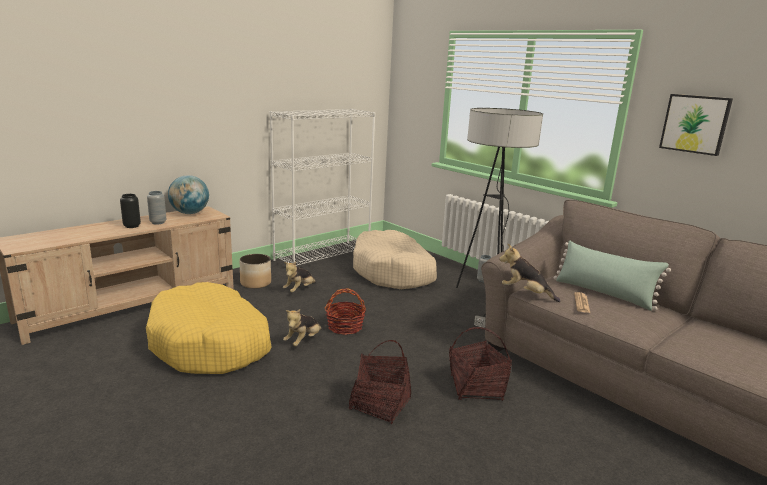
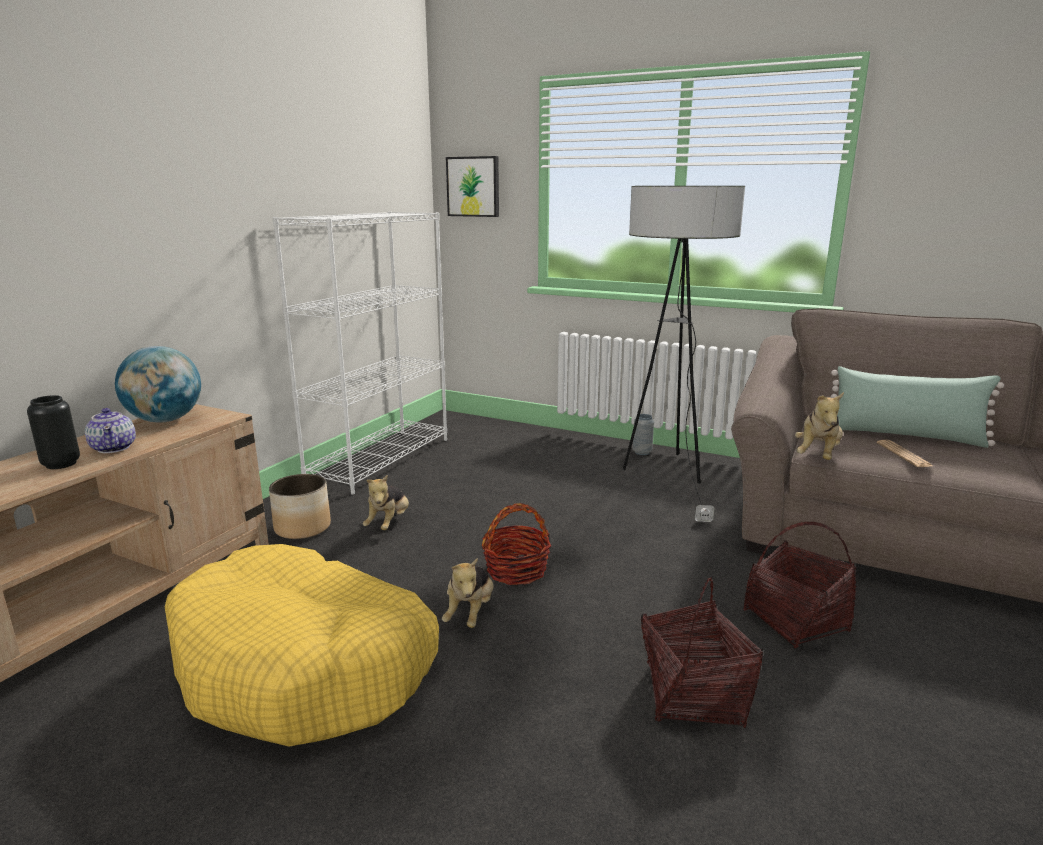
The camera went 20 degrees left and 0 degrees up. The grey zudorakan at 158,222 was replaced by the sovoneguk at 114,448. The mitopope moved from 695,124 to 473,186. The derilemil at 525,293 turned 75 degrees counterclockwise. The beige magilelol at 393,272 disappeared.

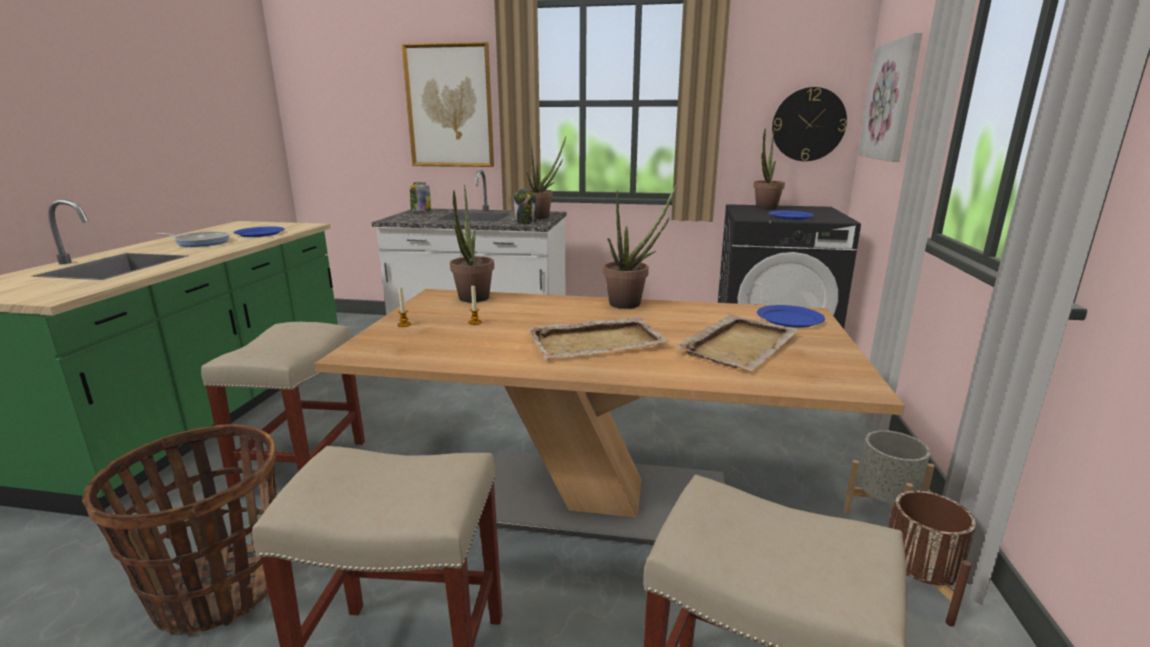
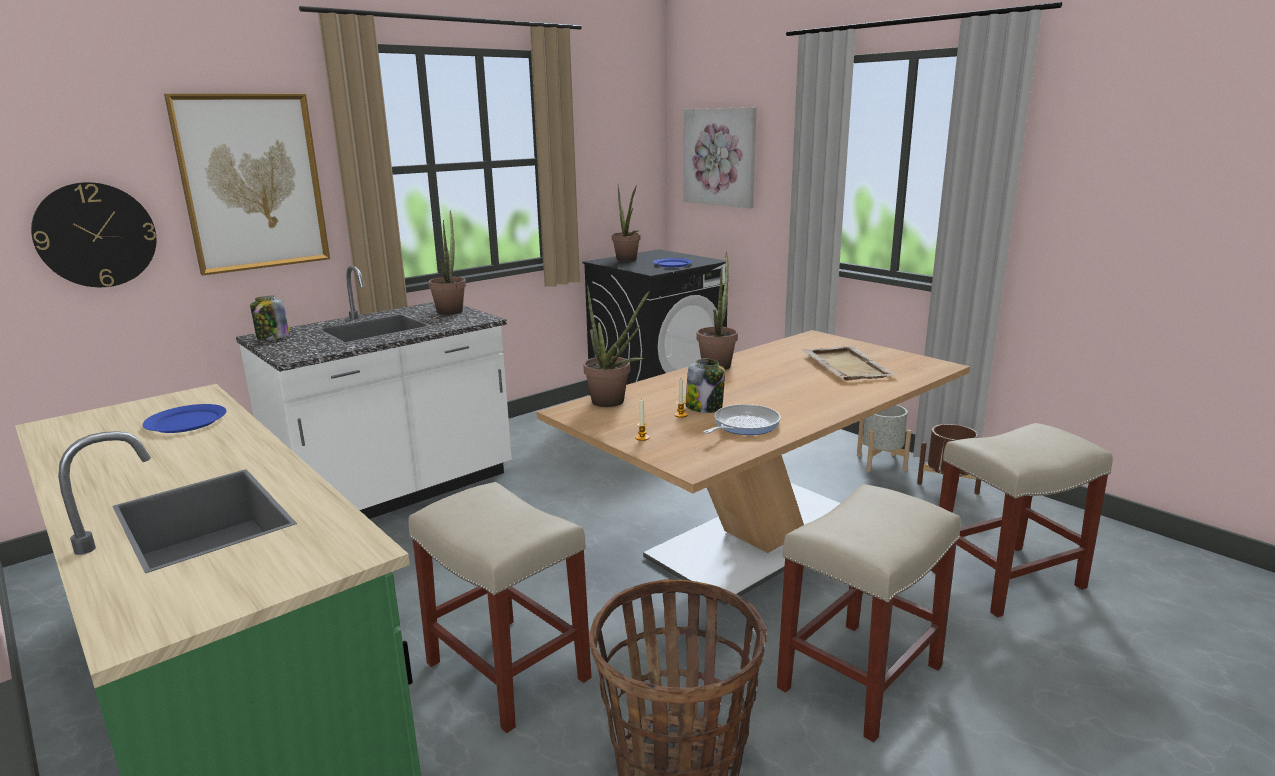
The camera went 50 degrees left and 0 degrees up. The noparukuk moved from 808,124 to 96,235. The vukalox moved from 526,222 to 705,407. The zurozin moved from 200,242 to 743,425. The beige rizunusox at 597,342 disappeared. The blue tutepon at 789,319 disappeared.

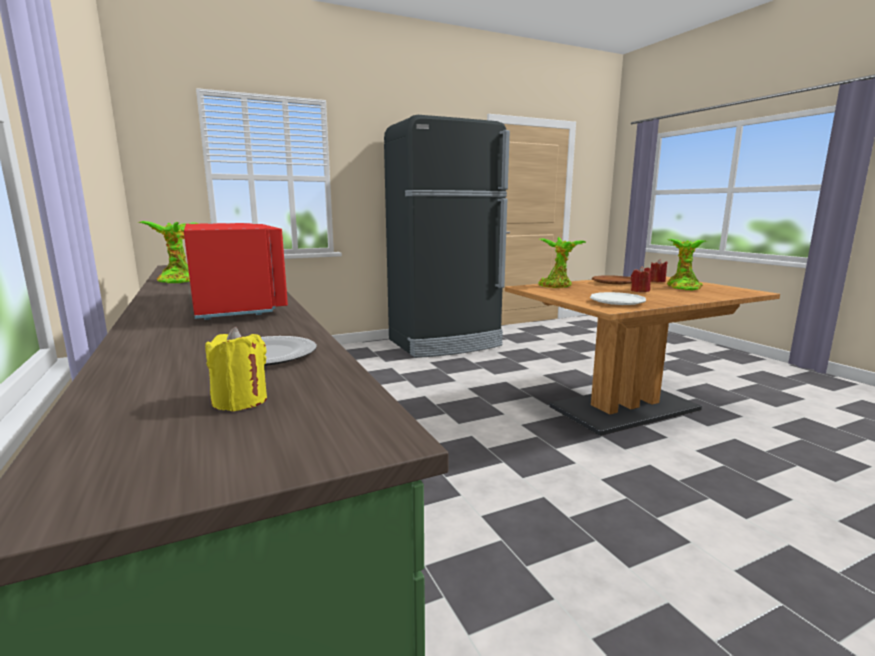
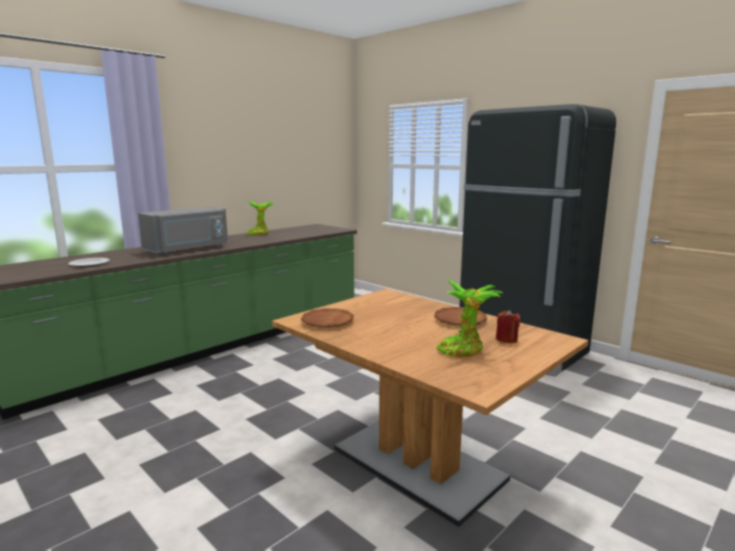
The camera went 70 degrees right and 0 degrees up. The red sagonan at 238,305 became the grey sagonan at 188,249. The white tutepon at 617,302 became the brown tutepon at 327,322. The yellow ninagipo at 240,401 disappeared. The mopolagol at 557,286 disappeared. The red ninagipo at 640,291 disappeared.

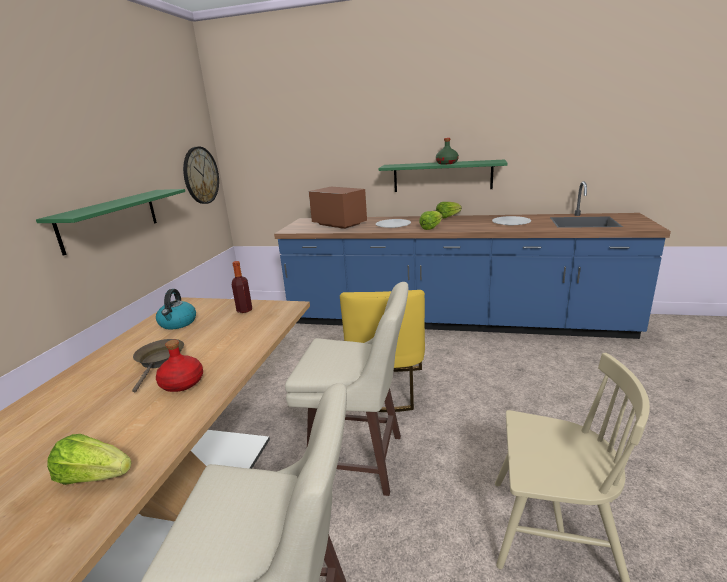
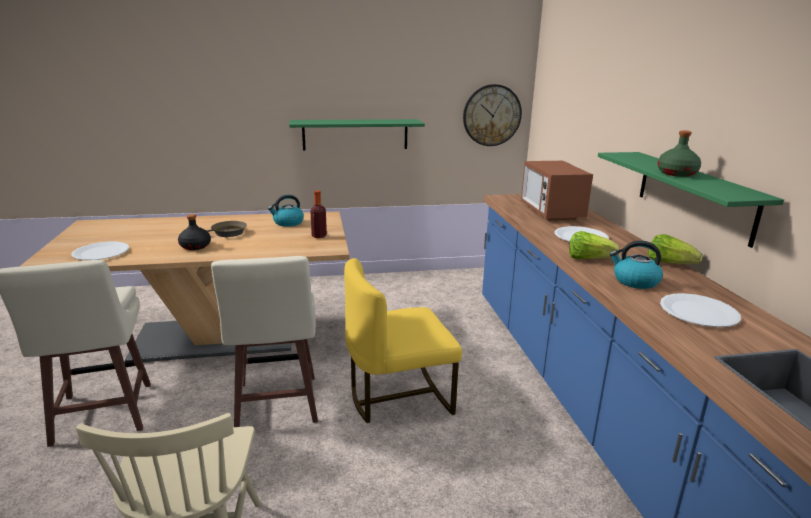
The camera went 65 degrees right and 0 degrees up. The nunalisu at 94,476 was replaced by the white tutepon at 101,252. The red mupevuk at 182,383 became the black mupevuk at 195,246. The sagonan at 339,224 turned 150 degrees clockwise. The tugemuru at 635,281 appeared.

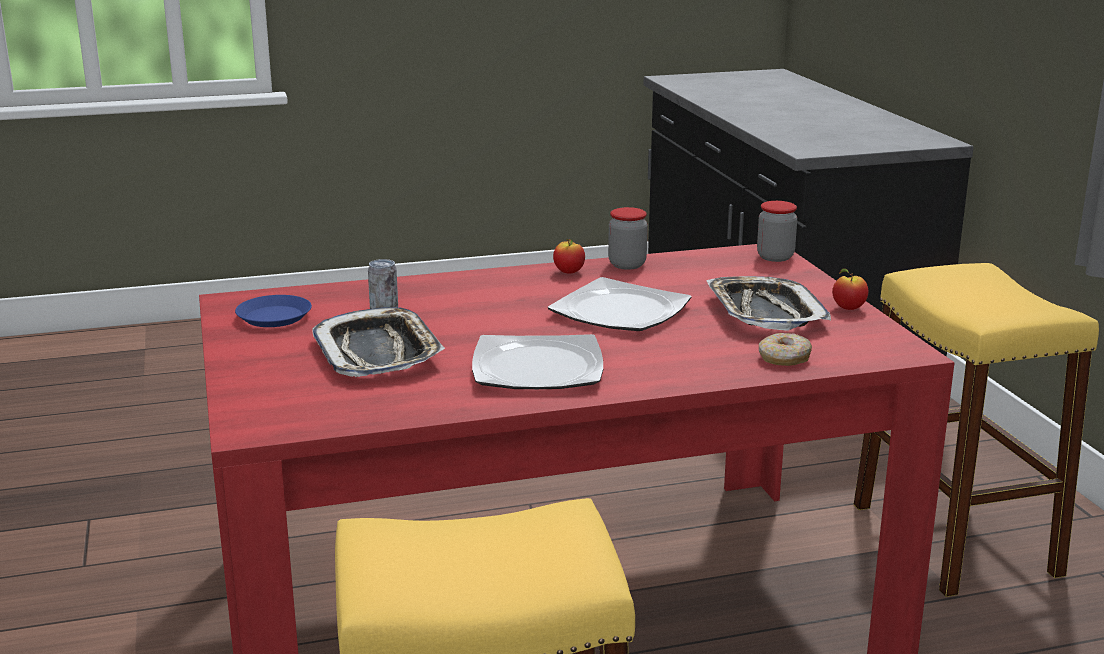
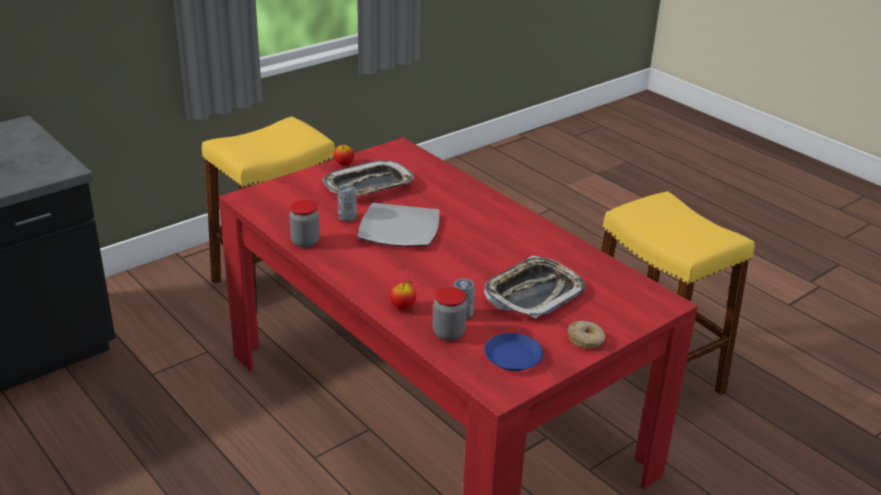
The camera went 115 degrees left and 10 degrees up. The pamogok at 347,217 appeared. The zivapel moved from 569,272 to 403,307. The vukalox moved from 775,257 to 448,333. The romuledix moved from 784,358 to 586,340. The tutepon at 536,368 disappeared.

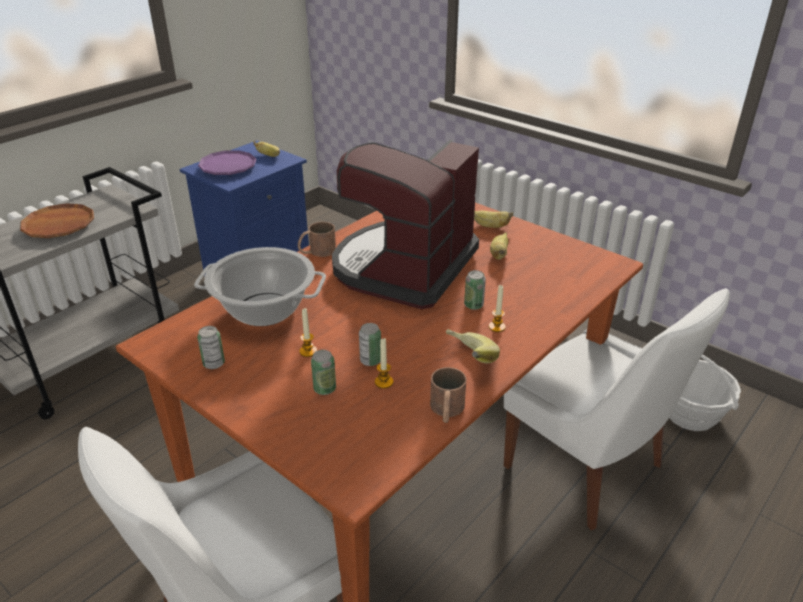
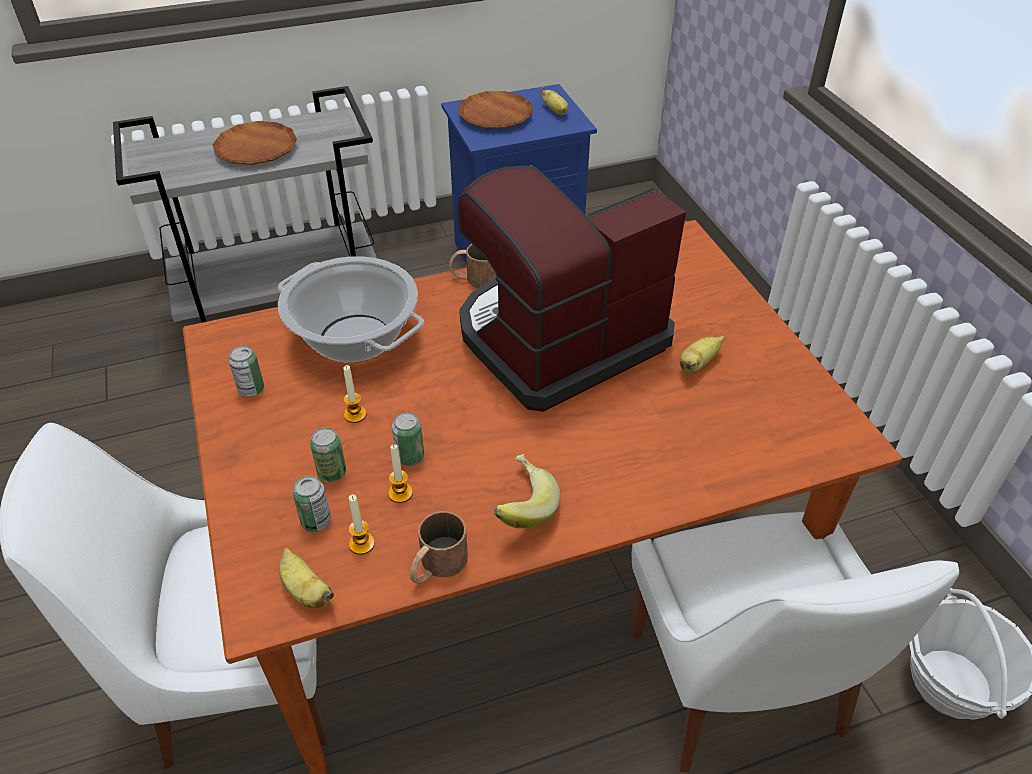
The camera went 30 degrees right and 10 degrees up. The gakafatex moved from 490,226 to 306,590. The pamogok moved from 473,305 to 316,521. The ninagipo moved from 497,327 to 362,544. The purple tutepon at 228,167 became the brown tutepon at 495,115.

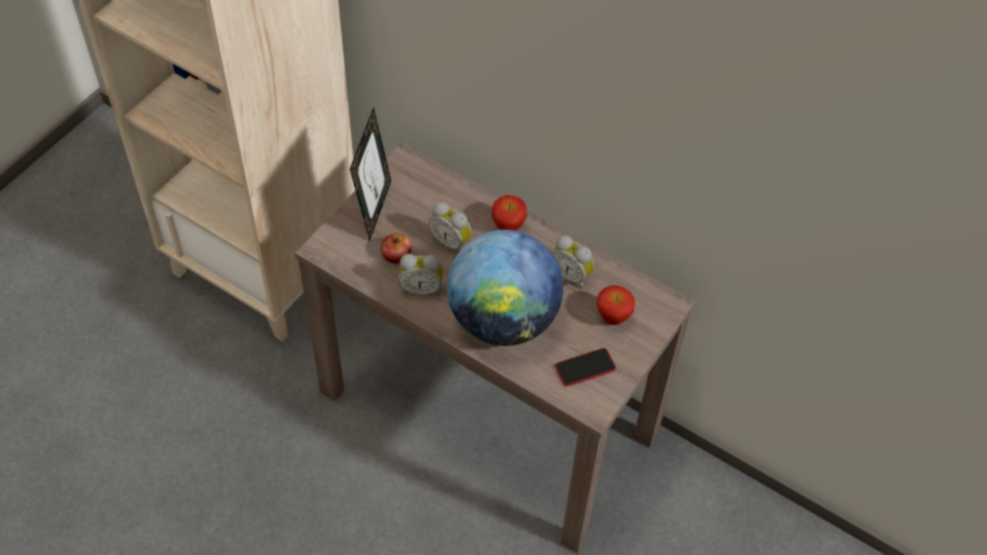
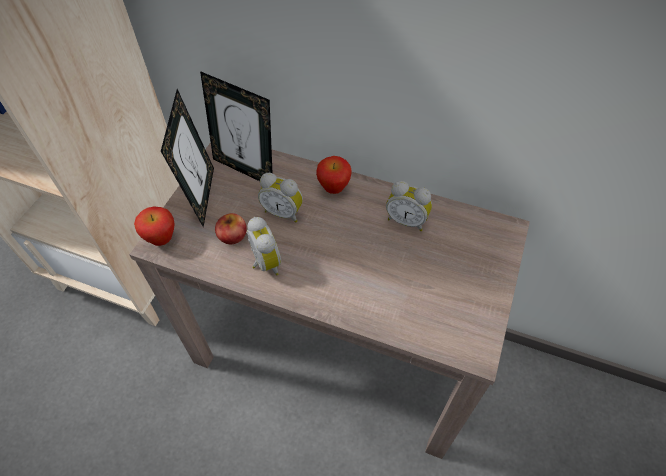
The camera went 10 degrees left and 0 degrees up. The zivapel moved from 613,318 to 162,239. The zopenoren at 246,169 appeared. The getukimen at 421,288 turned 105 degrees counterclockwise. The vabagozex at 503,319 disappeared. The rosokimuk at 585,368 disappeared.

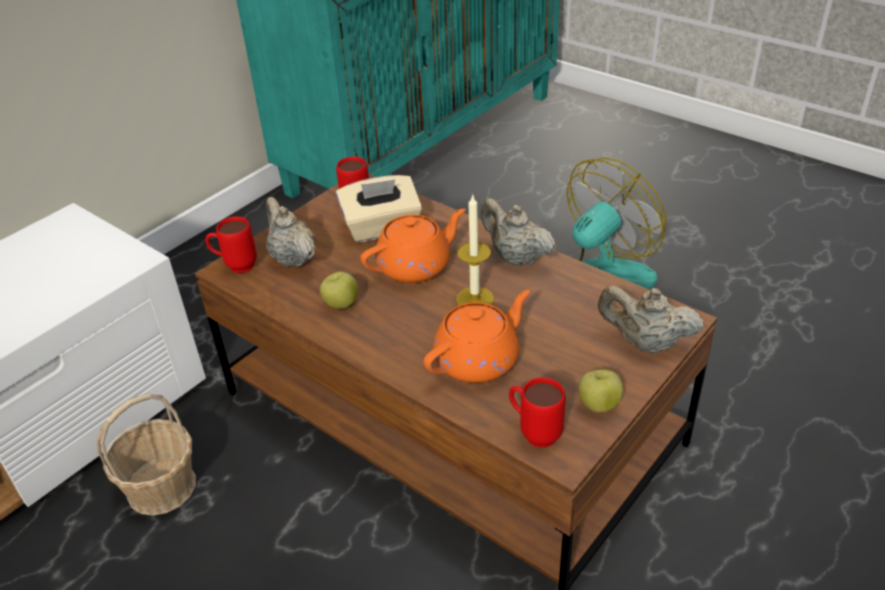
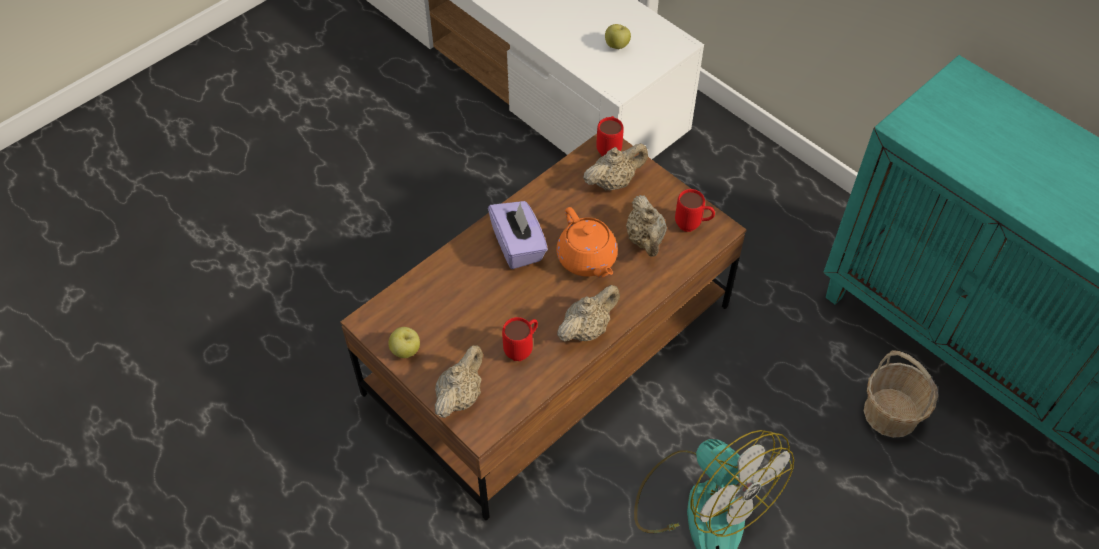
The camera went 95 degrees right and 15 degrees up. The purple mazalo at 518,246 appeared. The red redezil moved from 533,432 to 522,349. The zivapel moved from 341,304 to 617,45. The beige mazalo at 382,228 was replaced by the beige sovoneguk at 645,240. The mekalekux moved from 162,487 to 891,413. The orange sovoneguk at 478,360 disappeared. The ninagipo at 475,299 disappeared.

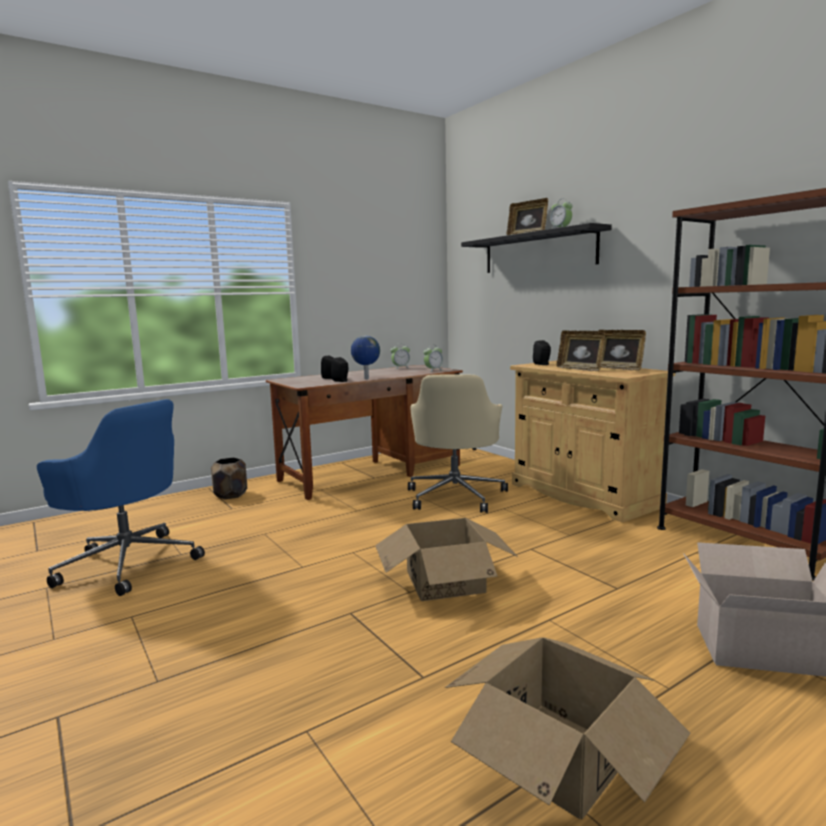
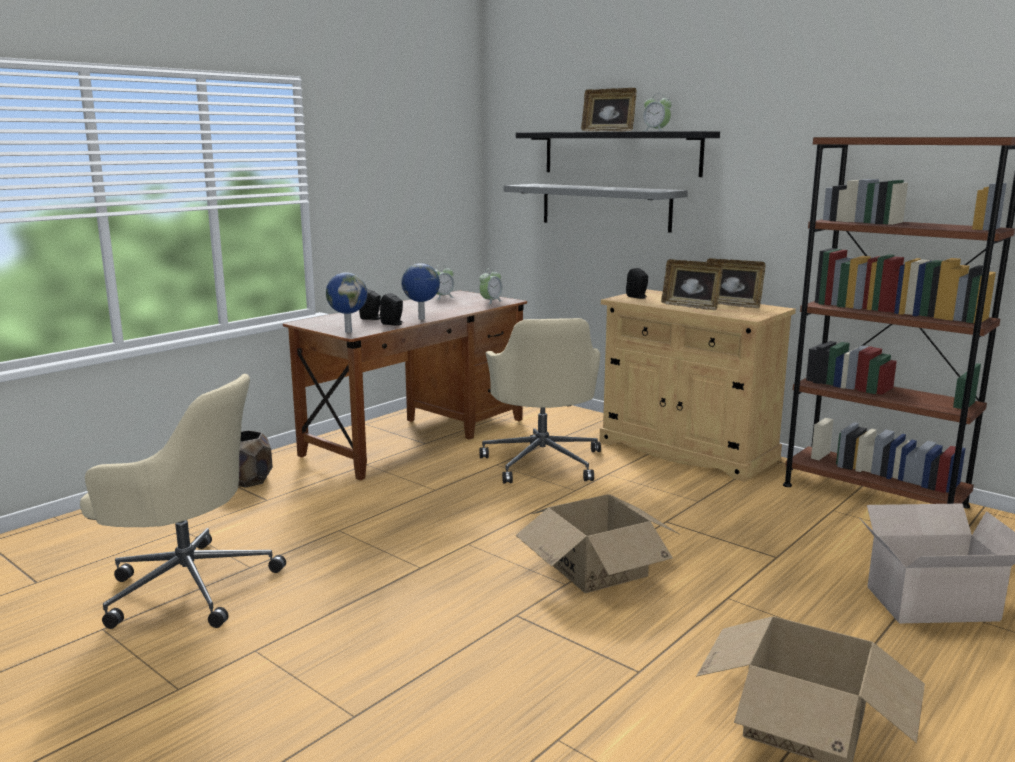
The camera went 15 degrees left and 5 degrees up. The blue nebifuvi at 128,563 became the beige nebifuvi at 187,585. The vabagozex at 348,331 appeared. The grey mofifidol at 605,207 appeared.

